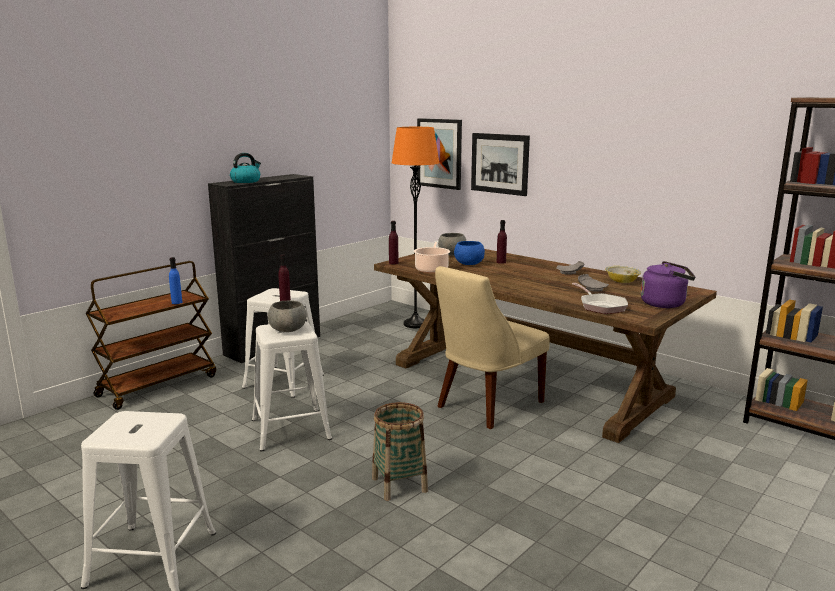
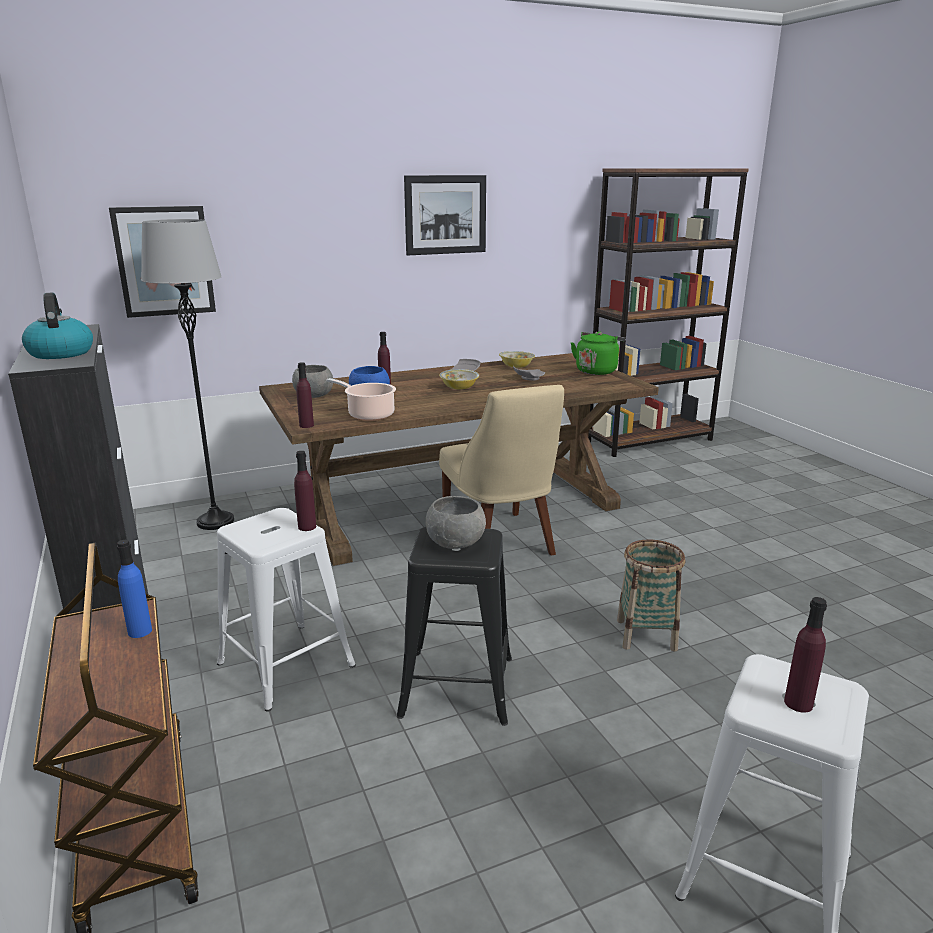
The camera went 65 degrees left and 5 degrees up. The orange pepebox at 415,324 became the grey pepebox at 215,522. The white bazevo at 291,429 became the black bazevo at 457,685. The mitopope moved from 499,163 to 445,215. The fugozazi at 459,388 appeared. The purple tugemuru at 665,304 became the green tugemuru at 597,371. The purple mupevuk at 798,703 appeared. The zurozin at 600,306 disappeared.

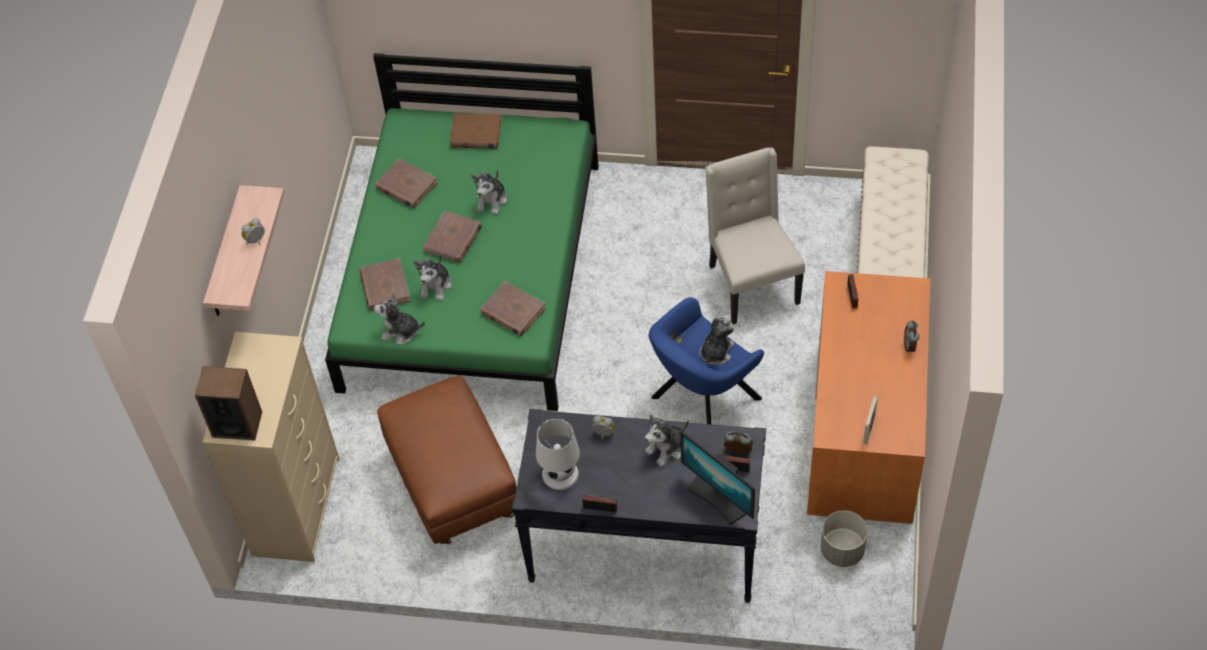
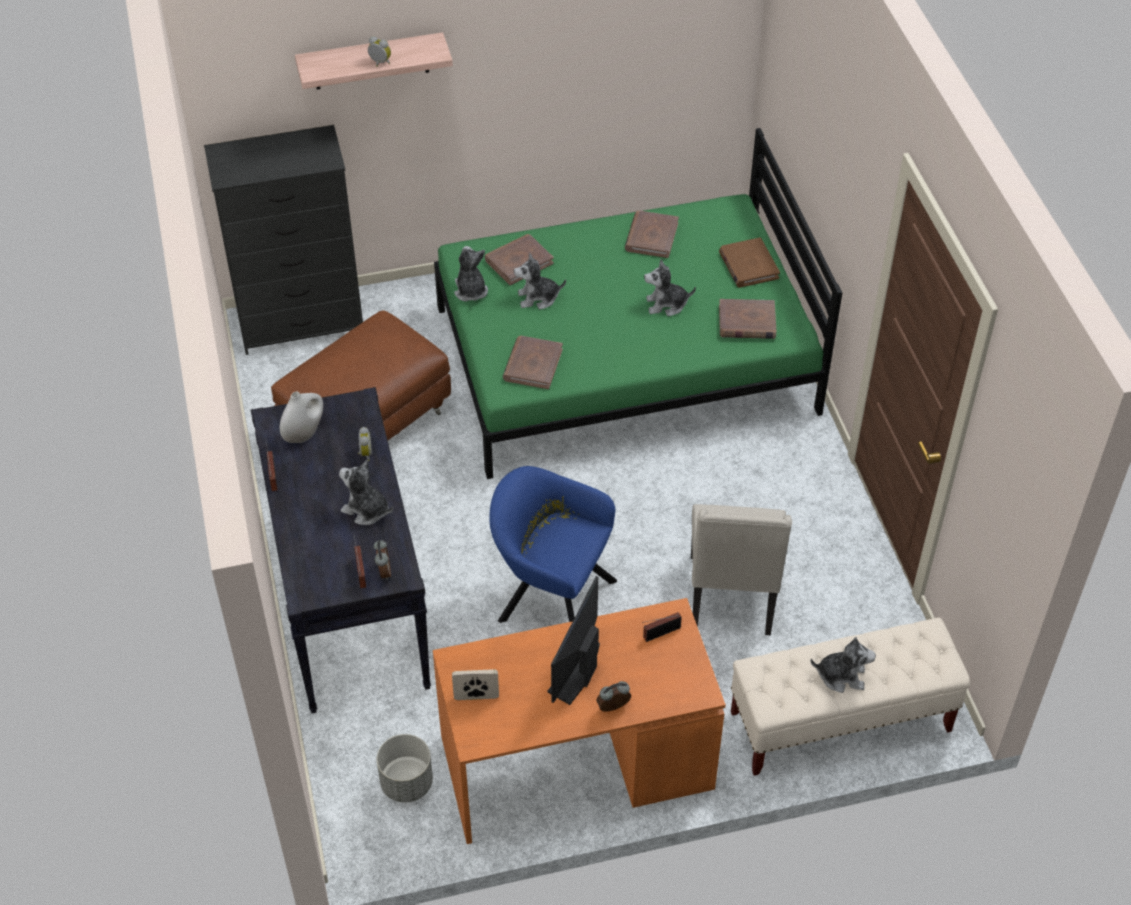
The camera went 65 degrees right and 5 degrees down. The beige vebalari at 296,505 became the black vebalari at 302,322. The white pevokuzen at 559,473 was replaced by the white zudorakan at 304,433. The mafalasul moved from 718,498 to 576,671. The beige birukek at 751,283 turned 135 degrees clockwise. The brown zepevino moved from 453,239 to 747,322. The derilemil moved from 716,352 to 841,676. The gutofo at 237,424 disappeared.

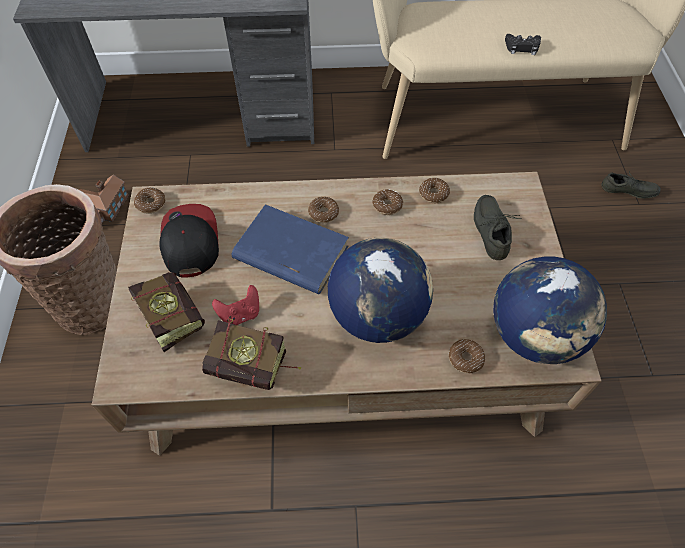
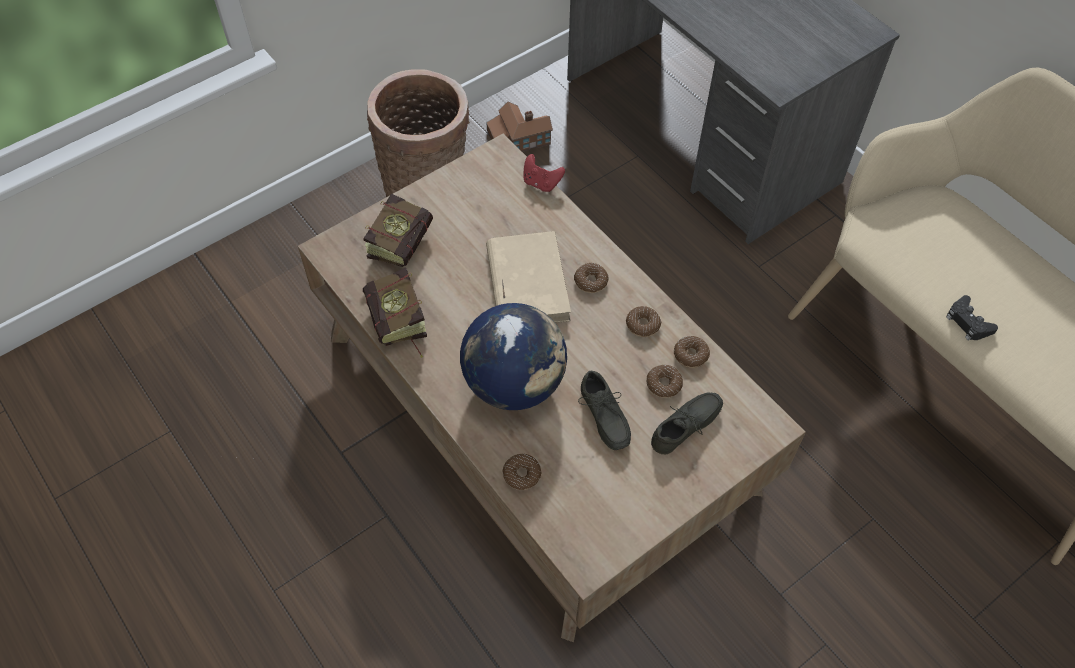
The camera went 55 degrees right and 0 degrees up. The blue zepevino at 290,253 became the beige zepevino at 527,283. The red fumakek moved from 240,314 to 541,183. The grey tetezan moved from 628,192 to 602,418. The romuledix moved from 151,204 to 663,384. The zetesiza at 189,241 disappeared. The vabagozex at 534,335 disappeared.

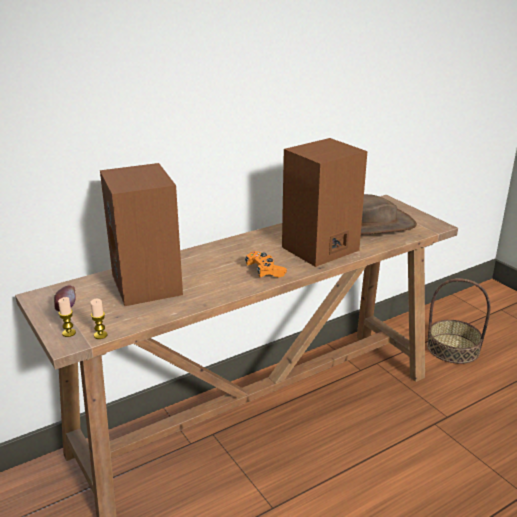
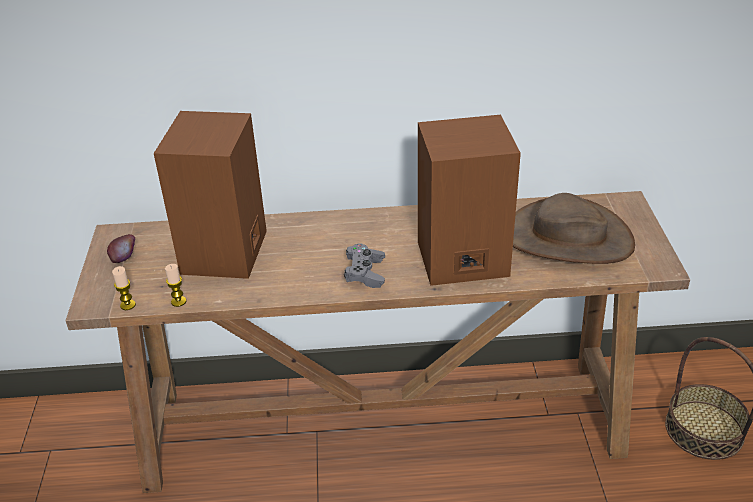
The camera went 30 degrees right and 10 degrees up. The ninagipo moved from 69,333 to 178,301. The orange fumakek at 265,271 became the grey fumakek at 365,273.

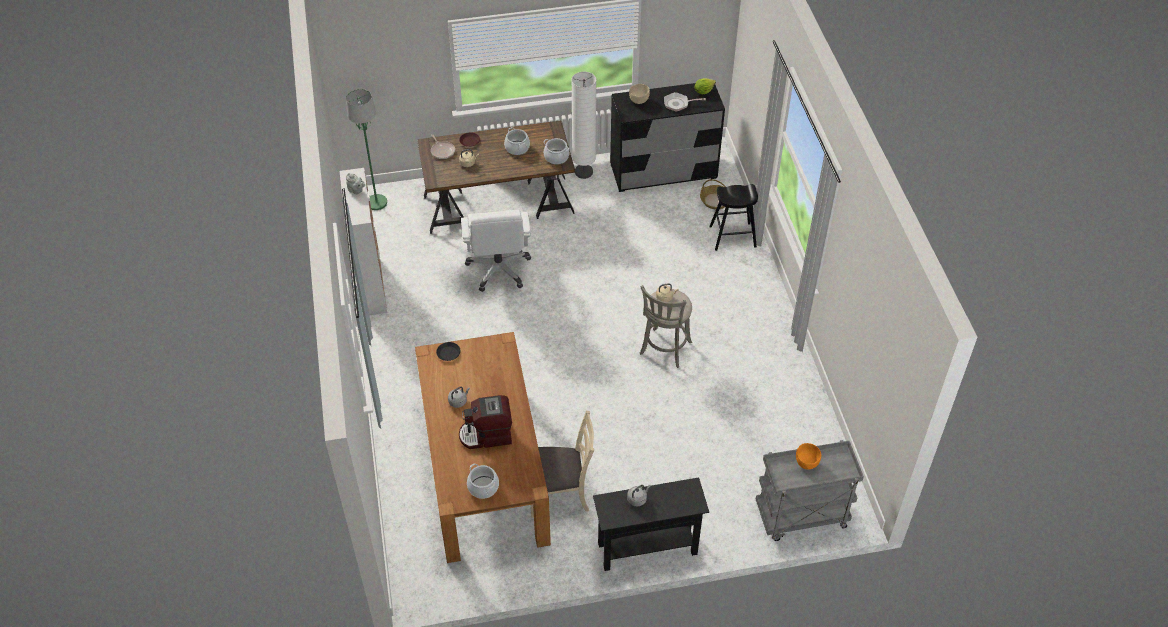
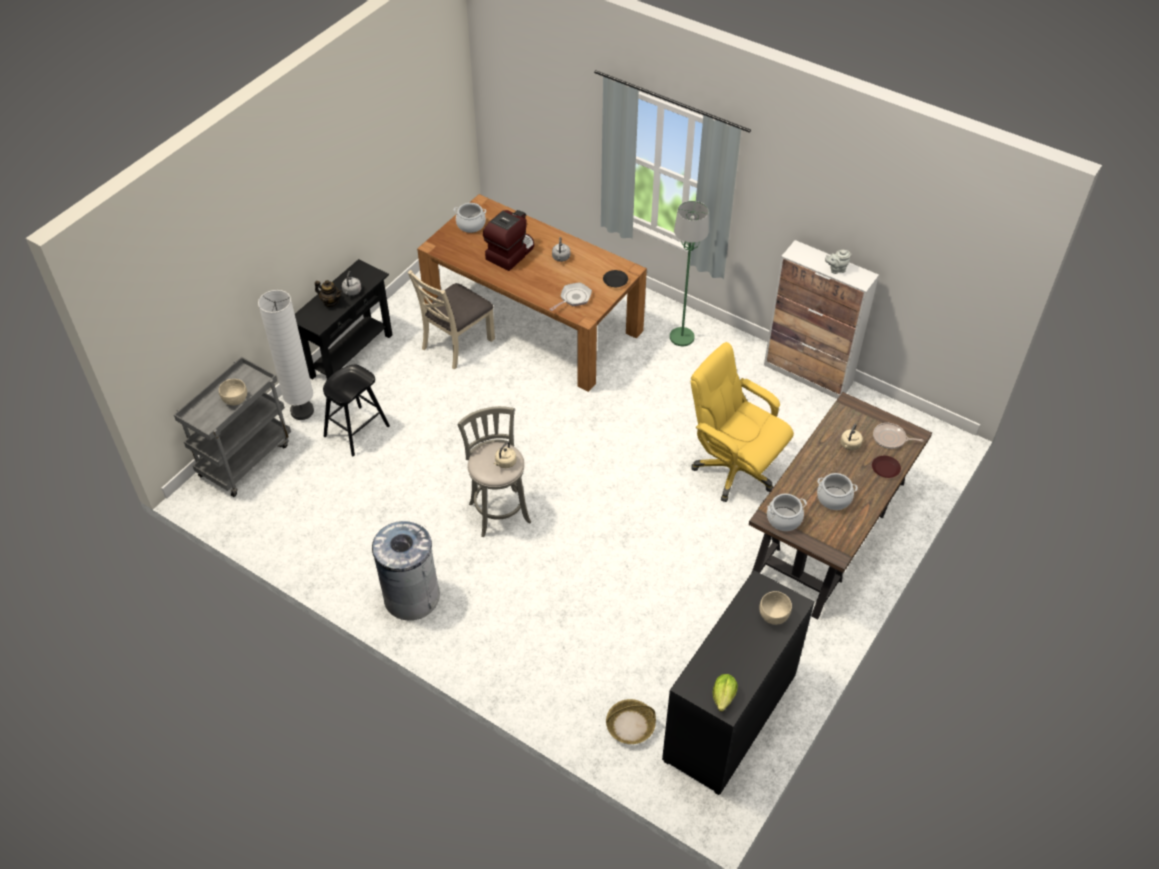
The camera went 135 degrees right and 0 degrees up. The orange fugozazi at 806,463 became the beige fugozazi at 236,400. The white pepebox moved from 583,172 to 302,411. The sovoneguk at 331,302 appeared. The black bazevo moved from 732,236 to 356,431. The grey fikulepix at 411,596 appeared. The zurozin moved from 678,104 to 573,298. The green pepebox moved from 377,202 to 681,337. The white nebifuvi at 499,269 became the yellow nebifuvi at 733,469.

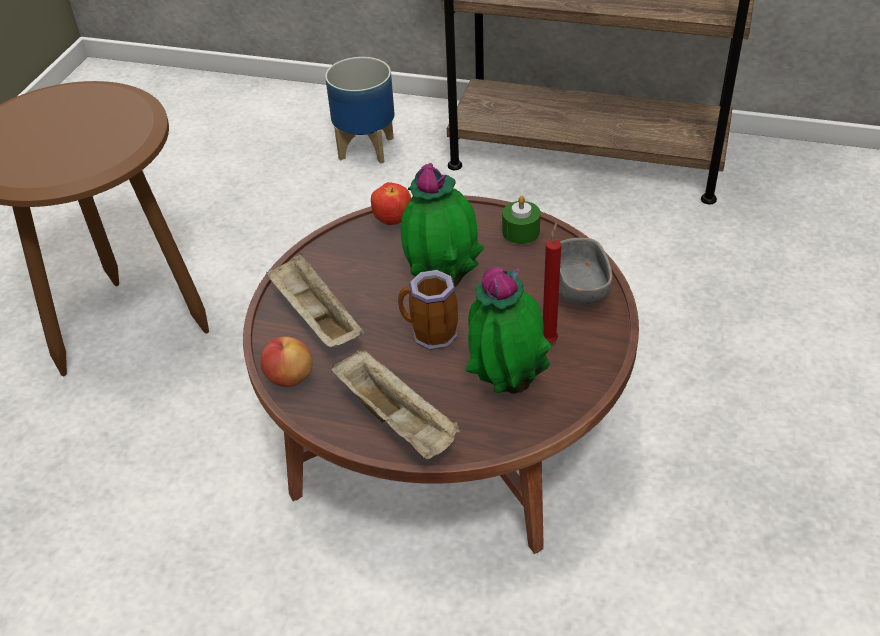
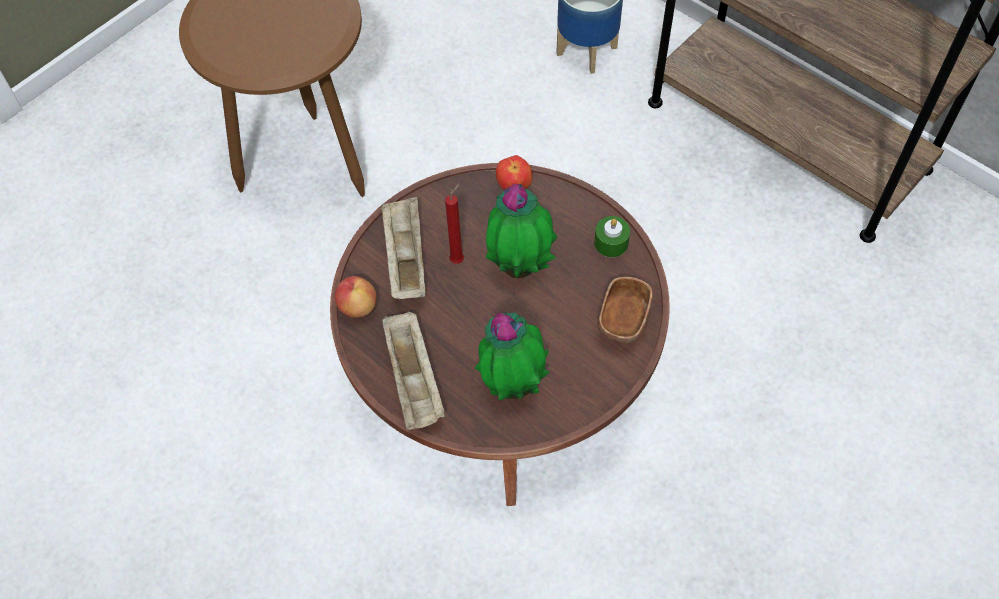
The camera went 25 degrees right and 15 degrees up. The red ninagipo moved from 549,339 to 458,259. The grey fugozazi at 580,289 became the brown fugozazi at 623,322. The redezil at 430,336 disappeared.

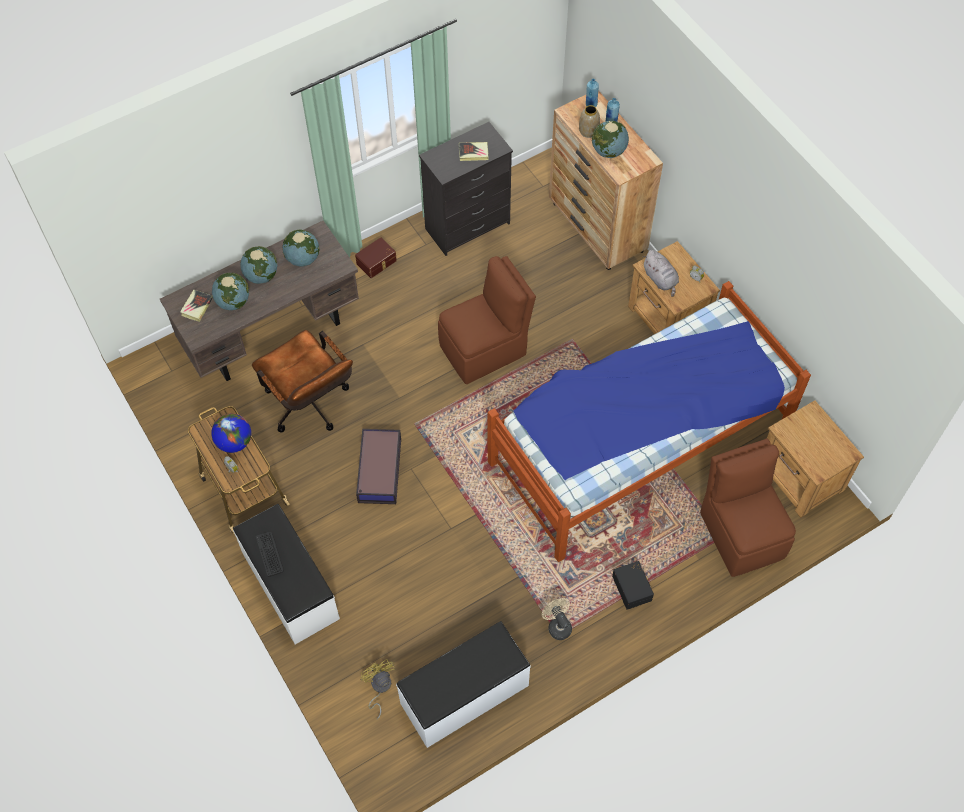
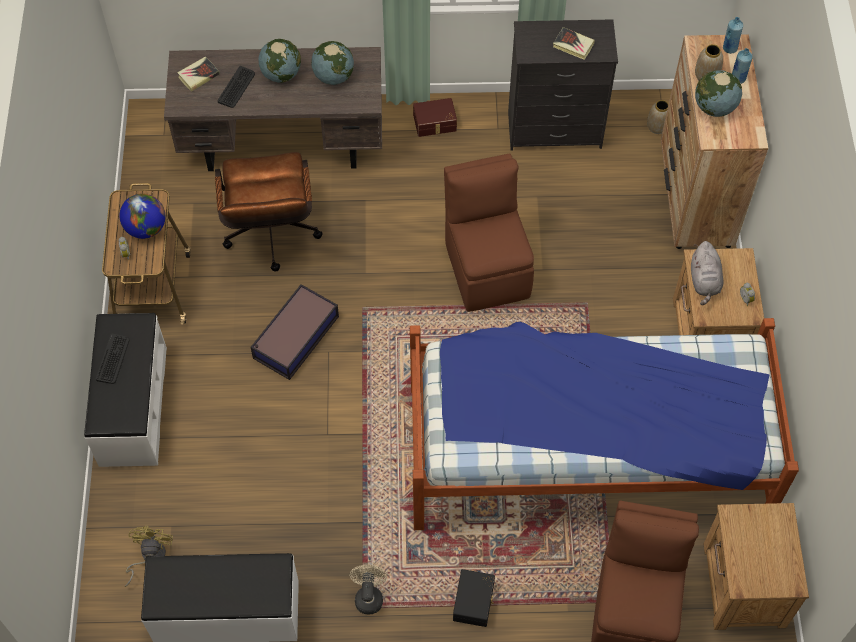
The camera went 30 degrees right and 0 degrees up. The vabagozex at 233,302 was replaced by the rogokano at 236,87. The brown birukek at 485,349 turned 105 degrees counterclockwise. The zudorakan at 657,126 appeared.

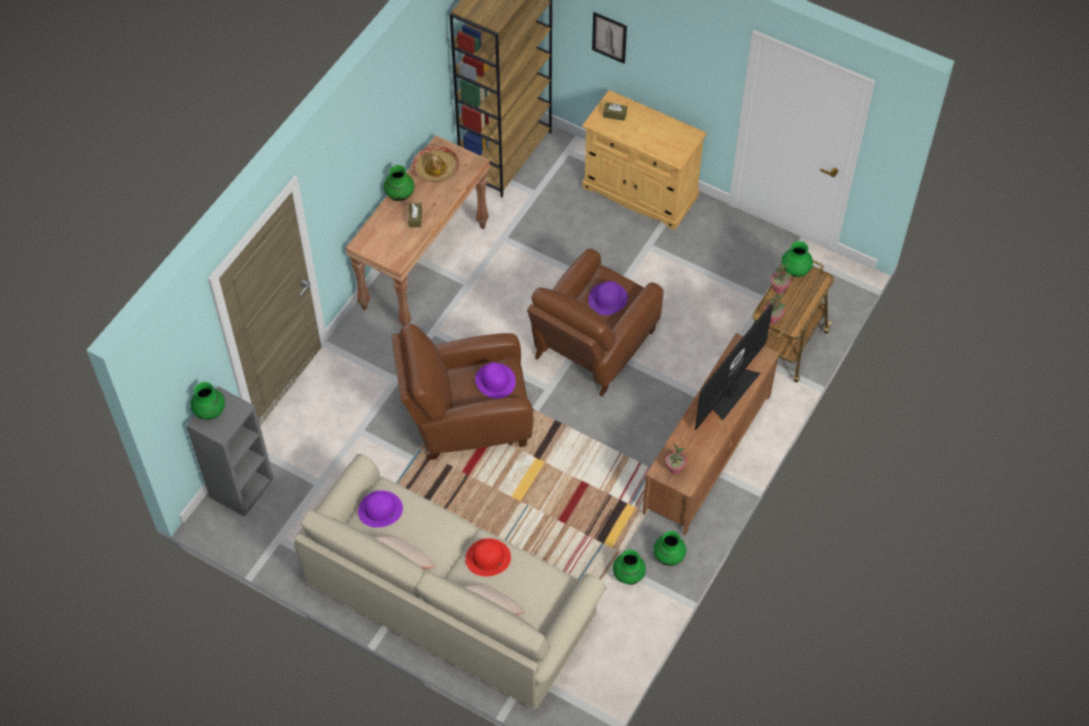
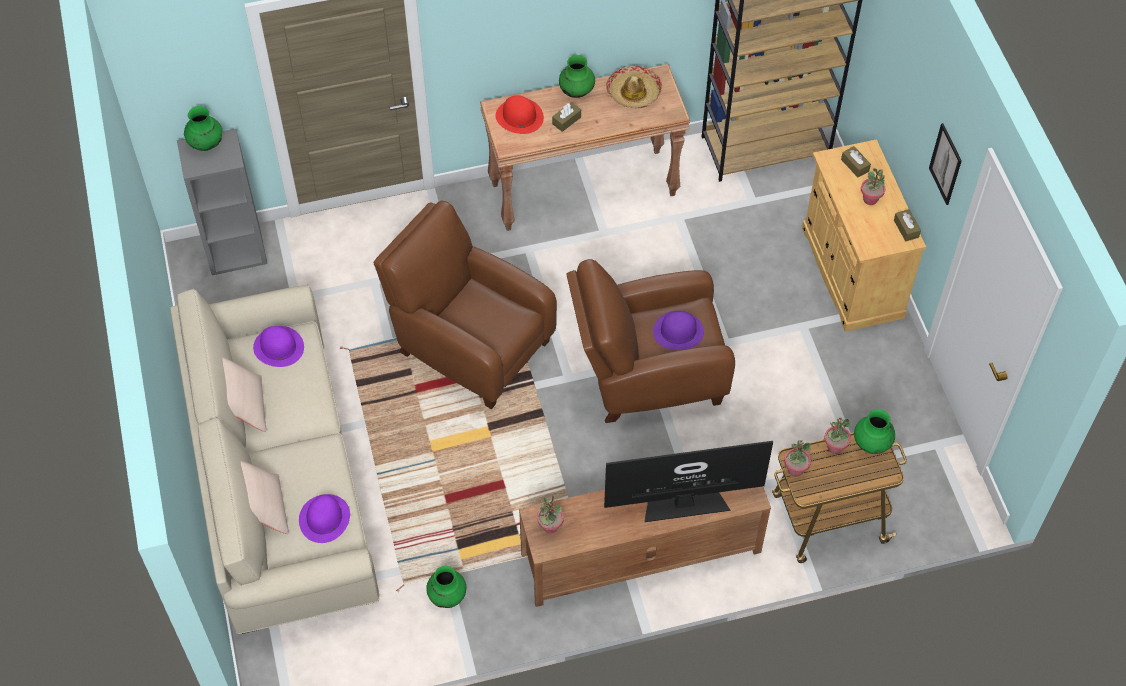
The camera went 45 degrees right and 0 degrees up. The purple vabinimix moved from 495,381 to 324,518. The red vabinimix moved from 488,558 to 519,116. The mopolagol at 870,199 appeared. The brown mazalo at 906,229 appeared. The mitopope moved from 609,37 to 945,164. The green zudorakan at 668,556 disappeared.

